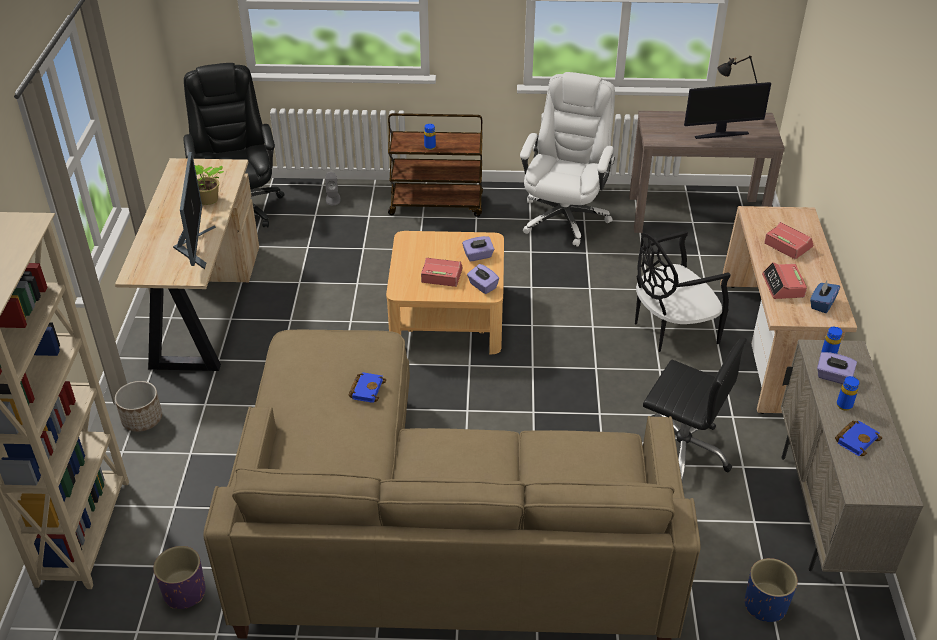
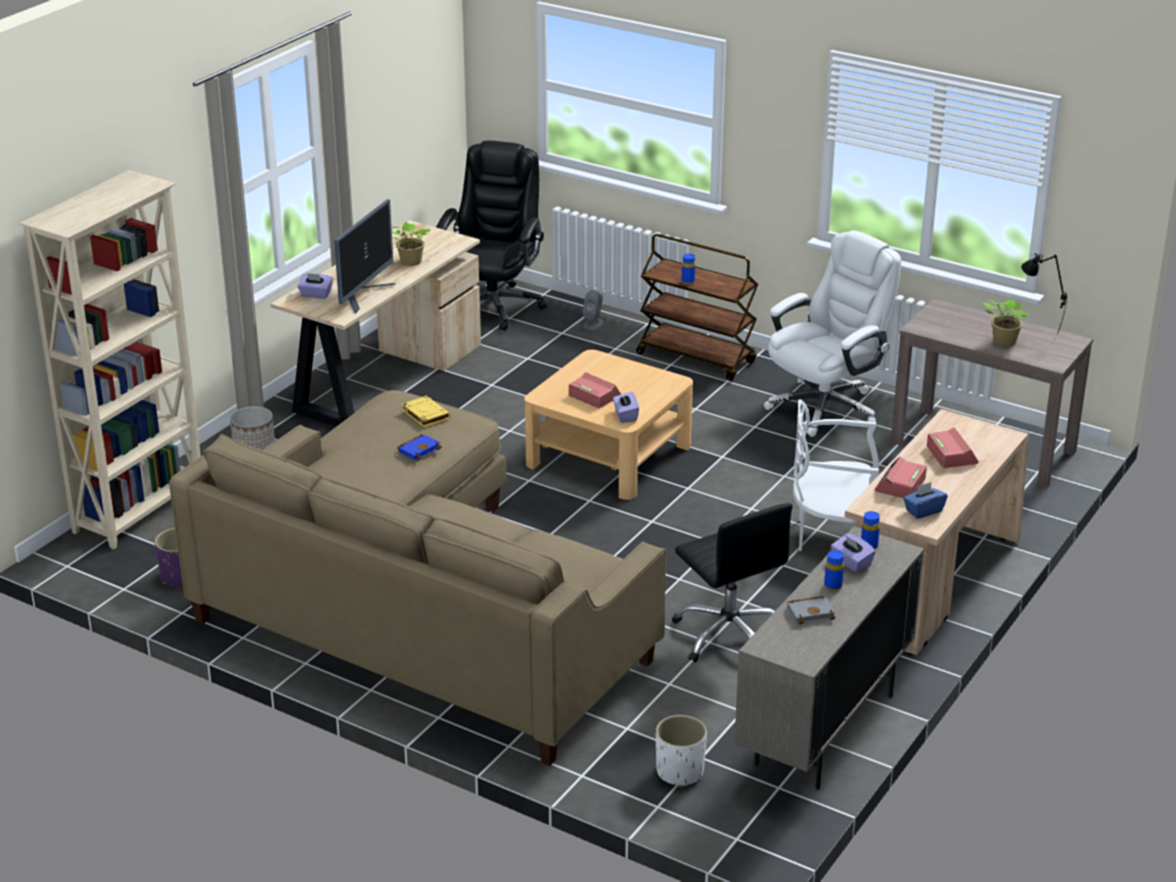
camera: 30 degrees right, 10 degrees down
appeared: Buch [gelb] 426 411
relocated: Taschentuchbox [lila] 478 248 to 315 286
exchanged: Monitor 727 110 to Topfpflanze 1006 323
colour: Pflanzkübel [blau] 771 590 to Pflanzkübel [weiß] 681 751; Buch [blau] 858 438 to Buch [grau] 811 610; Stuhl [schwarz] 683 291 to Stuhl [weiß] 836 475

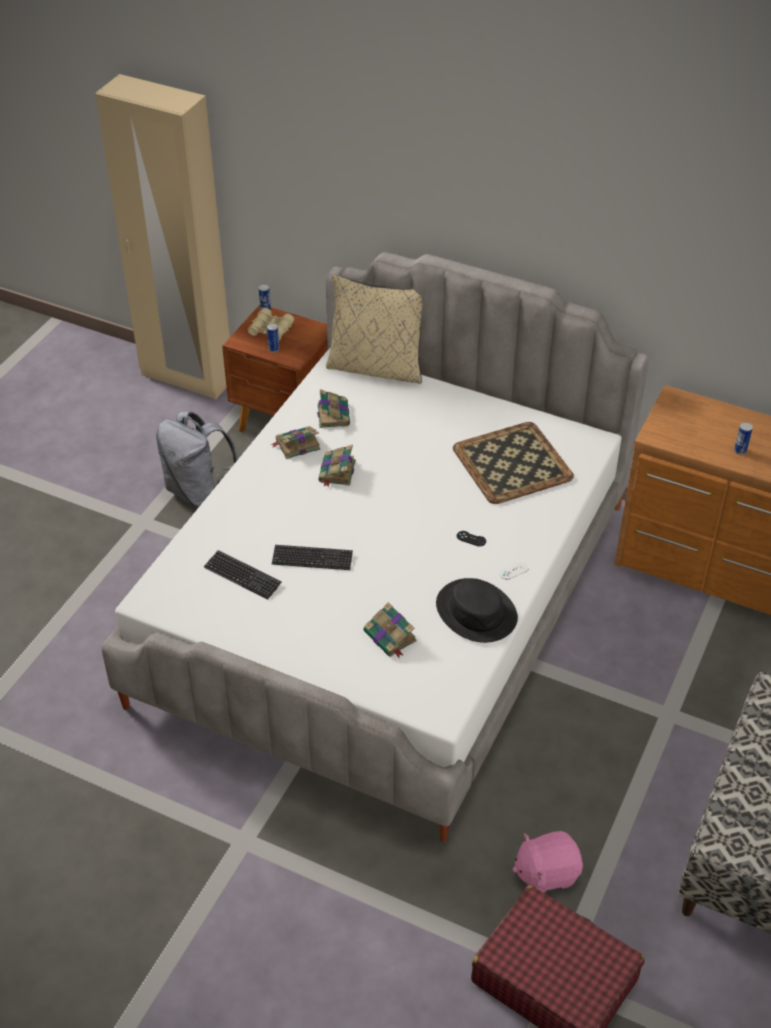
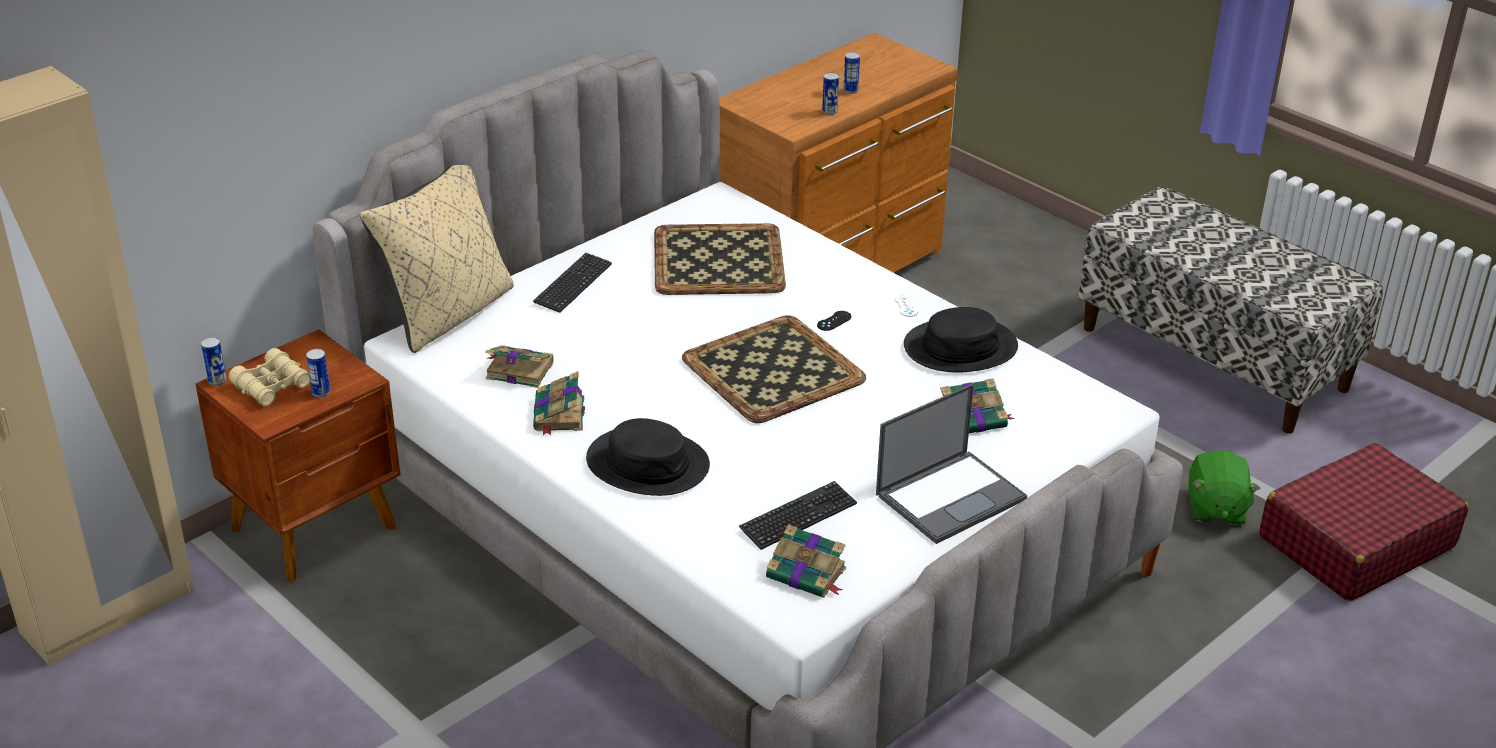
camera: 70 degrees left, 10 degrees down
missing: Rucksack [grau] 197 459
appeared: Hut [schwarz] 648 457; Tablett 774 369; Dose 830 94; Laptop 951 464
relocated: Tastatur 312 557 to 572 283; Buch 337 466 to 806 561
colour: Plüschtier [rosa] 547 862 to Plüschtier [grün] 1224 488

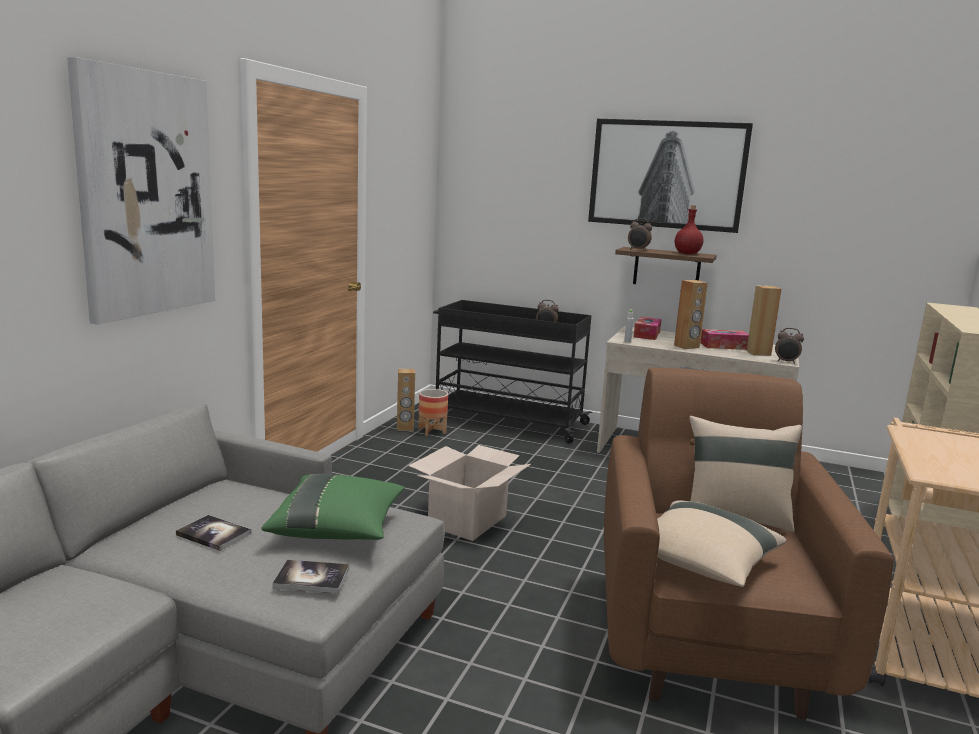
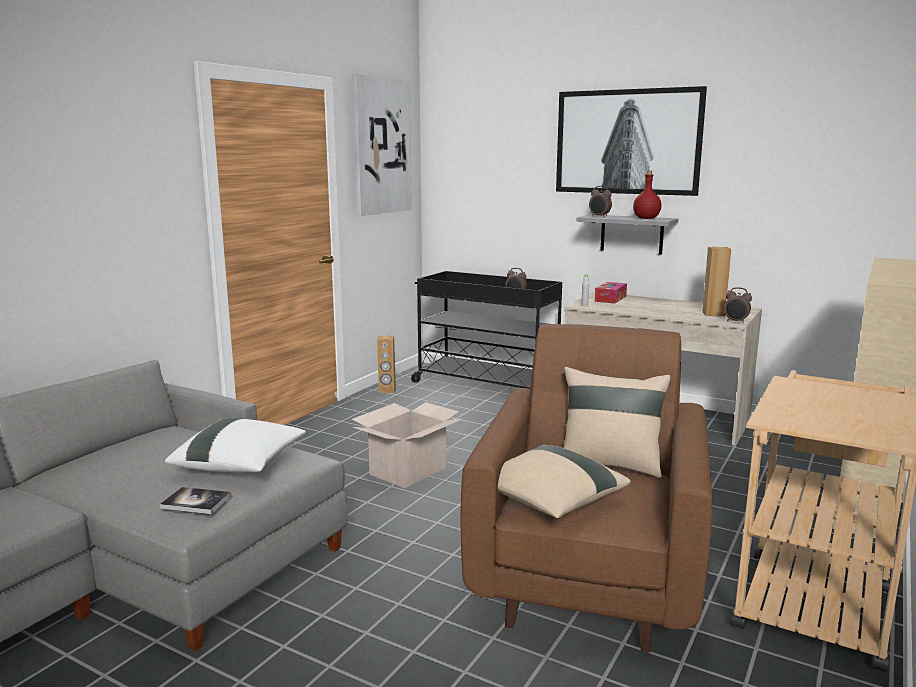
camera: 10 degrees right, 0 degrees up
missing: Buch 213 533; Pflanzkübel 433 412; Lautsprecher [braun] 691 314; Taschentuchbox 724 339
relocated: Bild 141 190 to 382 145
colour: Kissen [grün] 333 507 to Kissen [weiß] 235 445; Wandregal [braun] 666 265 to Wandregal [grau] 627 234

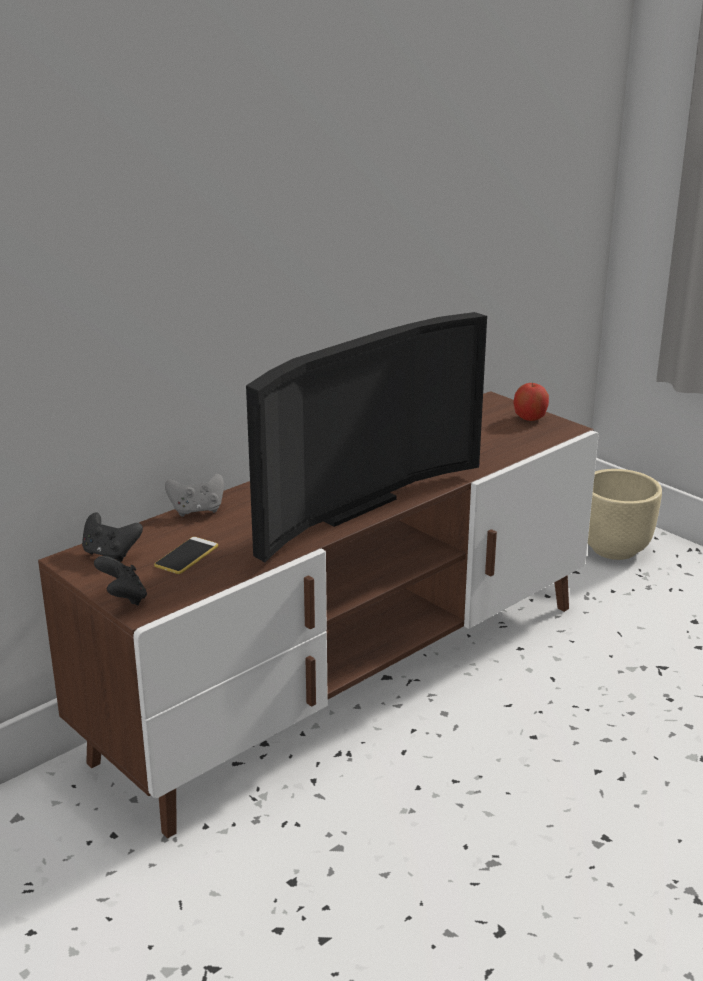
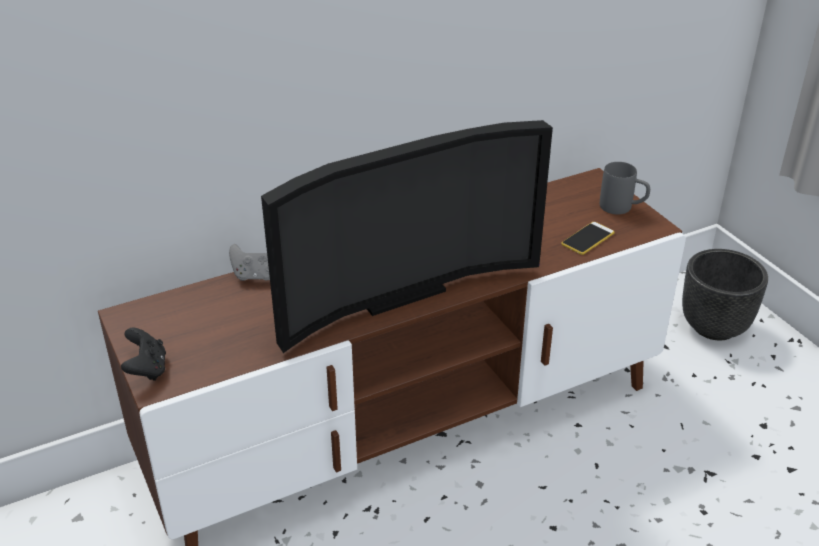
camera: 15 degrees right, 10 degrees up
missing: Gamepad [schwarz] 112 537
relocated: Handy 186 555 to 588 238
exchanged: Apfel 531 401 to Henkelbecher [grau] 625 188
colour: Pflanzkübel [beige] 625 514 to Pflanzkübel [schwarz] 725 294

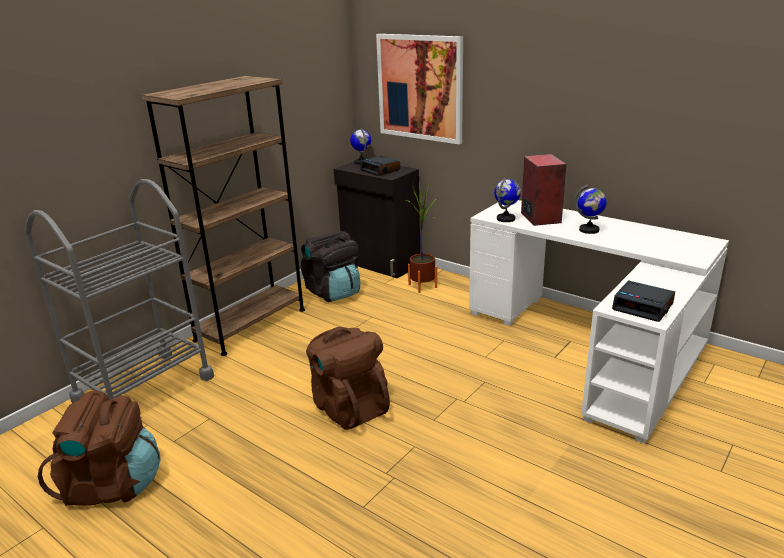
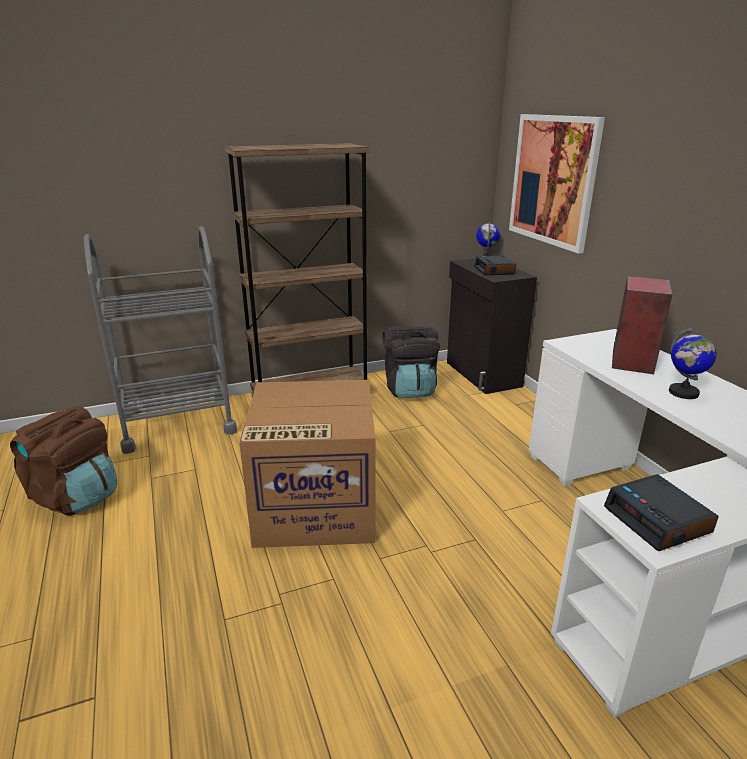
camera: 30 degrees right, 0 degrees up
missing: Topfpflanze 421 237; Globus 507 200
exchanged: Rucksack [braun] 348 378 to Karton 307 464

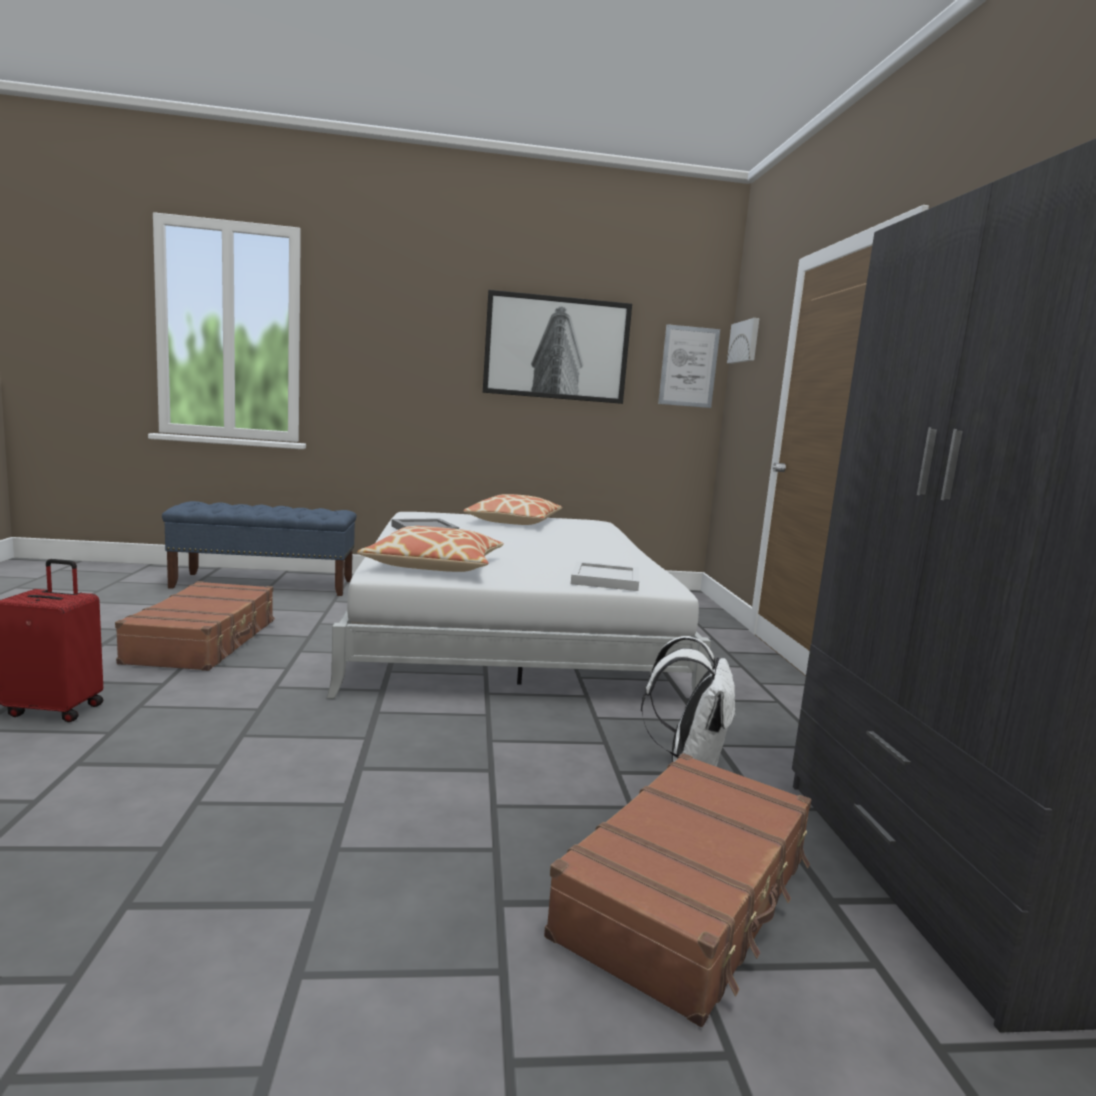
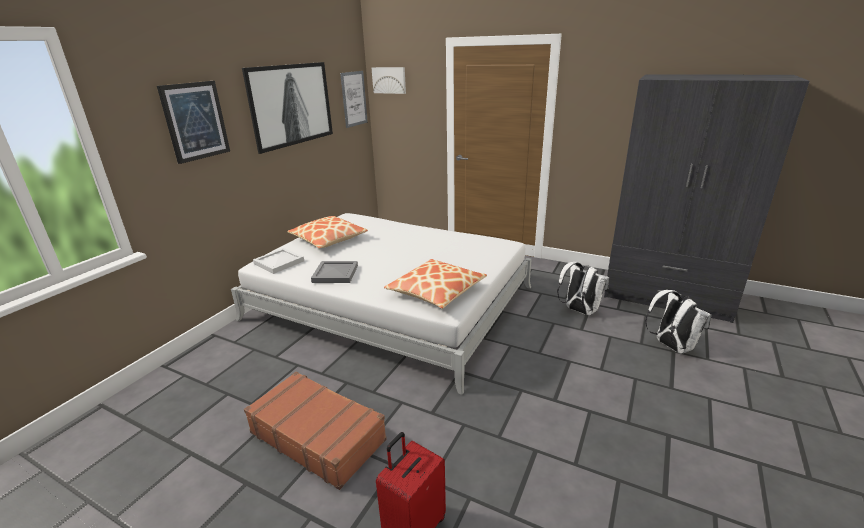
camera: 55 degrees left, 15 degrees up
missing: Bank [blau] 259 548
appeared: Bild 193 122
relocated: Tablett [weiß] 605 576 to 278 261
exchanged: Koffer [braun] 677 890 to Rucksack [weiß] 678 322

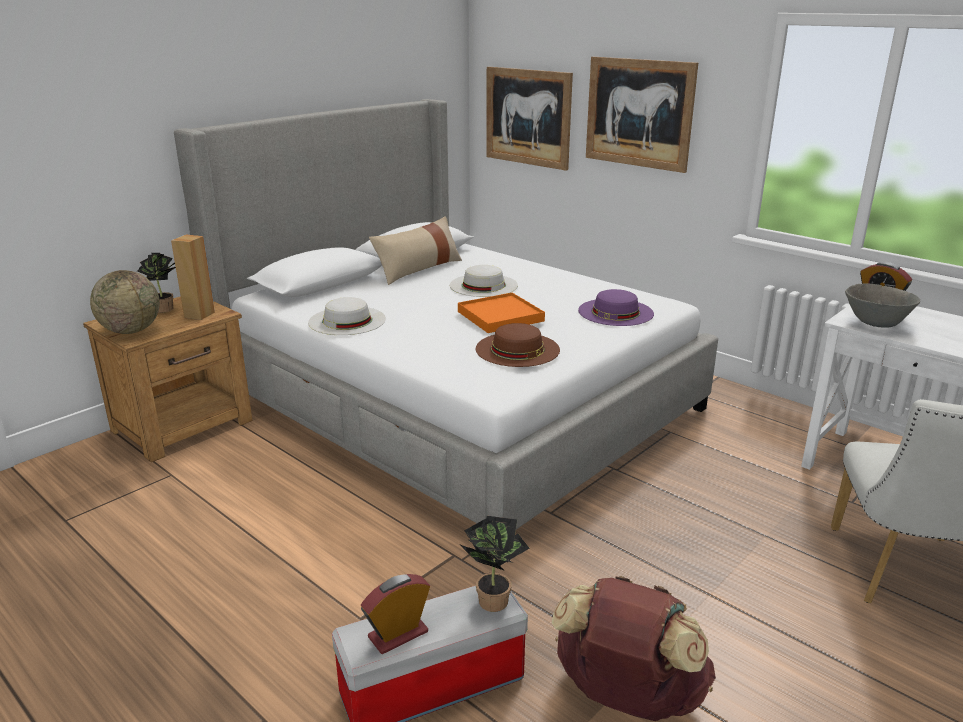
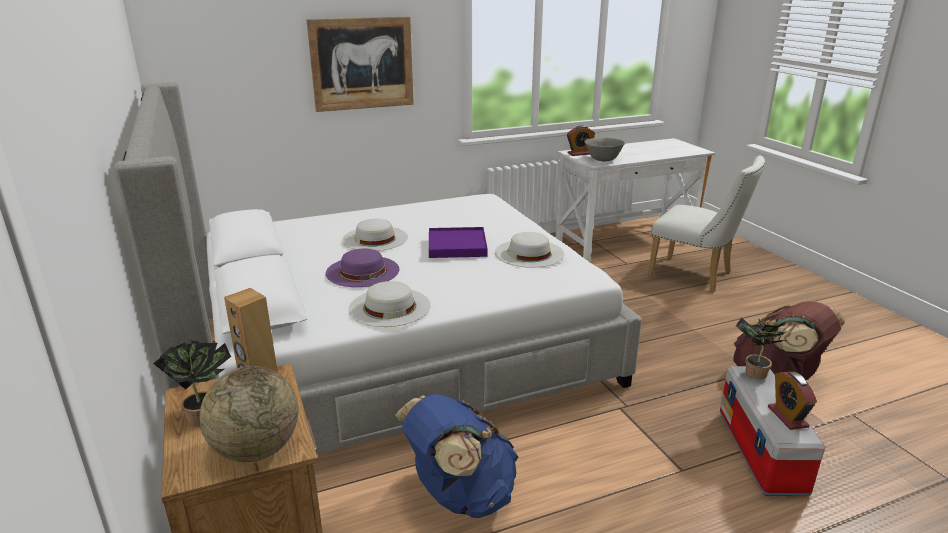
camera: 65 degrees left, 0 degrees up
missing: Kissen [beige] 415 250; Bild 529 118
appeared: Rucksack [blau] 457 456
relocated: Hut [lila] 616 307 to 363 268
colour: Tablett [orange] 501 313 to Tablett [lila] 458 242; Hut [braun] 518 345 to Hut [weiß] 529 250

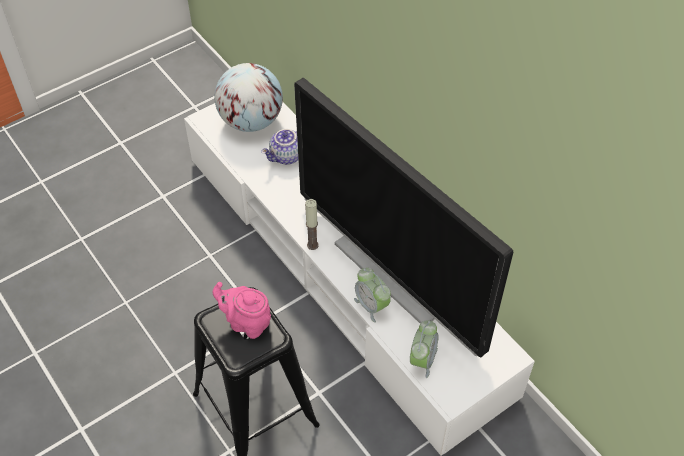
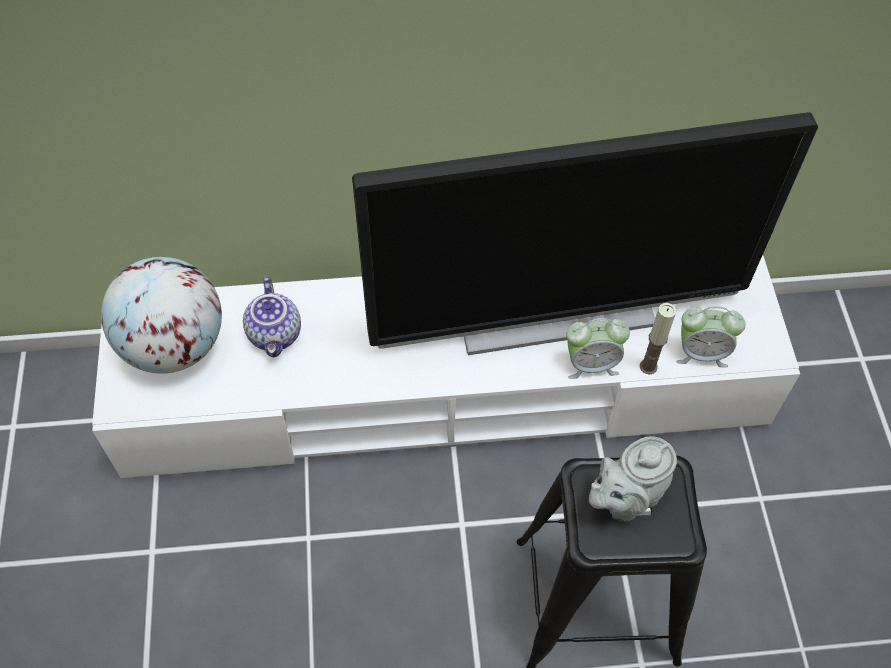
camera: 60 degrees left, 5 degrees up
relocated: Kerze 312 224 to 658 339
colour: Teekanne [rosa] 242 310 to Teekanne [grau] 633 479
spun: Wecker 424 349 = 711 336 135 degrees clockwise

